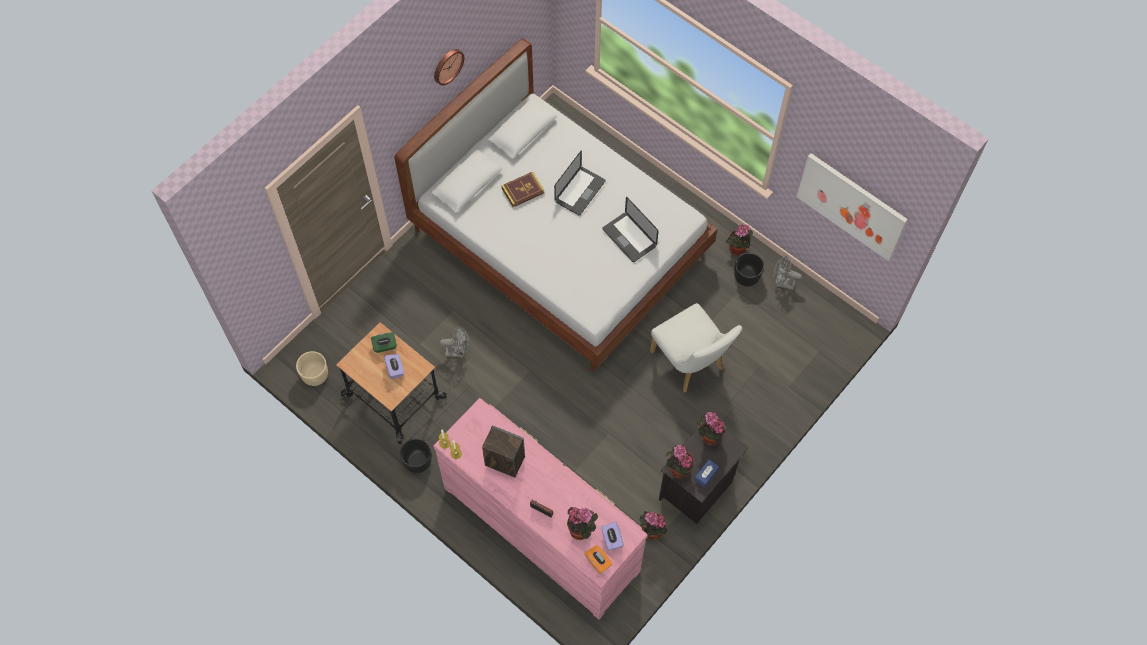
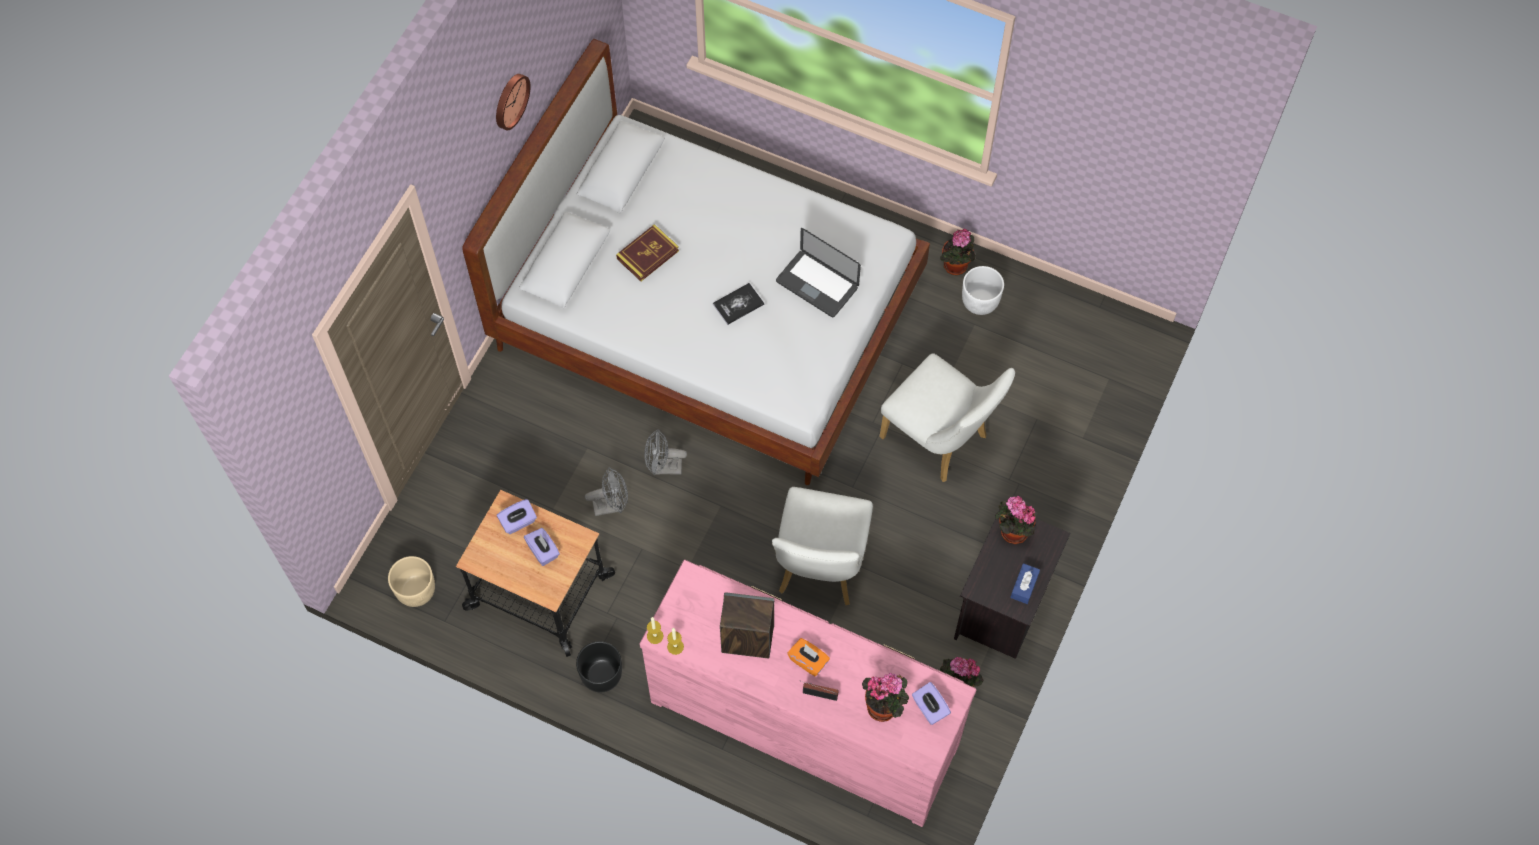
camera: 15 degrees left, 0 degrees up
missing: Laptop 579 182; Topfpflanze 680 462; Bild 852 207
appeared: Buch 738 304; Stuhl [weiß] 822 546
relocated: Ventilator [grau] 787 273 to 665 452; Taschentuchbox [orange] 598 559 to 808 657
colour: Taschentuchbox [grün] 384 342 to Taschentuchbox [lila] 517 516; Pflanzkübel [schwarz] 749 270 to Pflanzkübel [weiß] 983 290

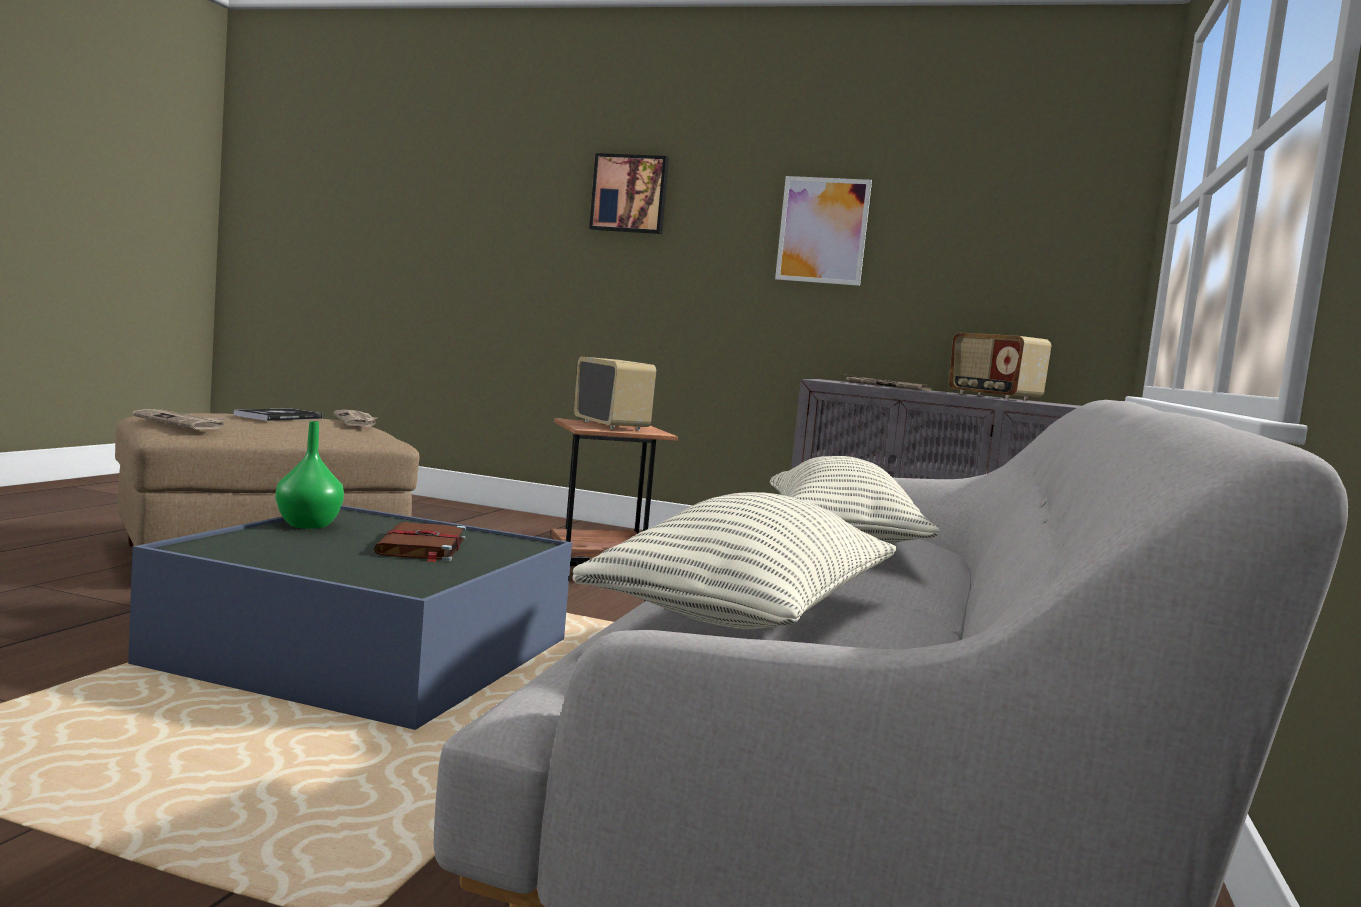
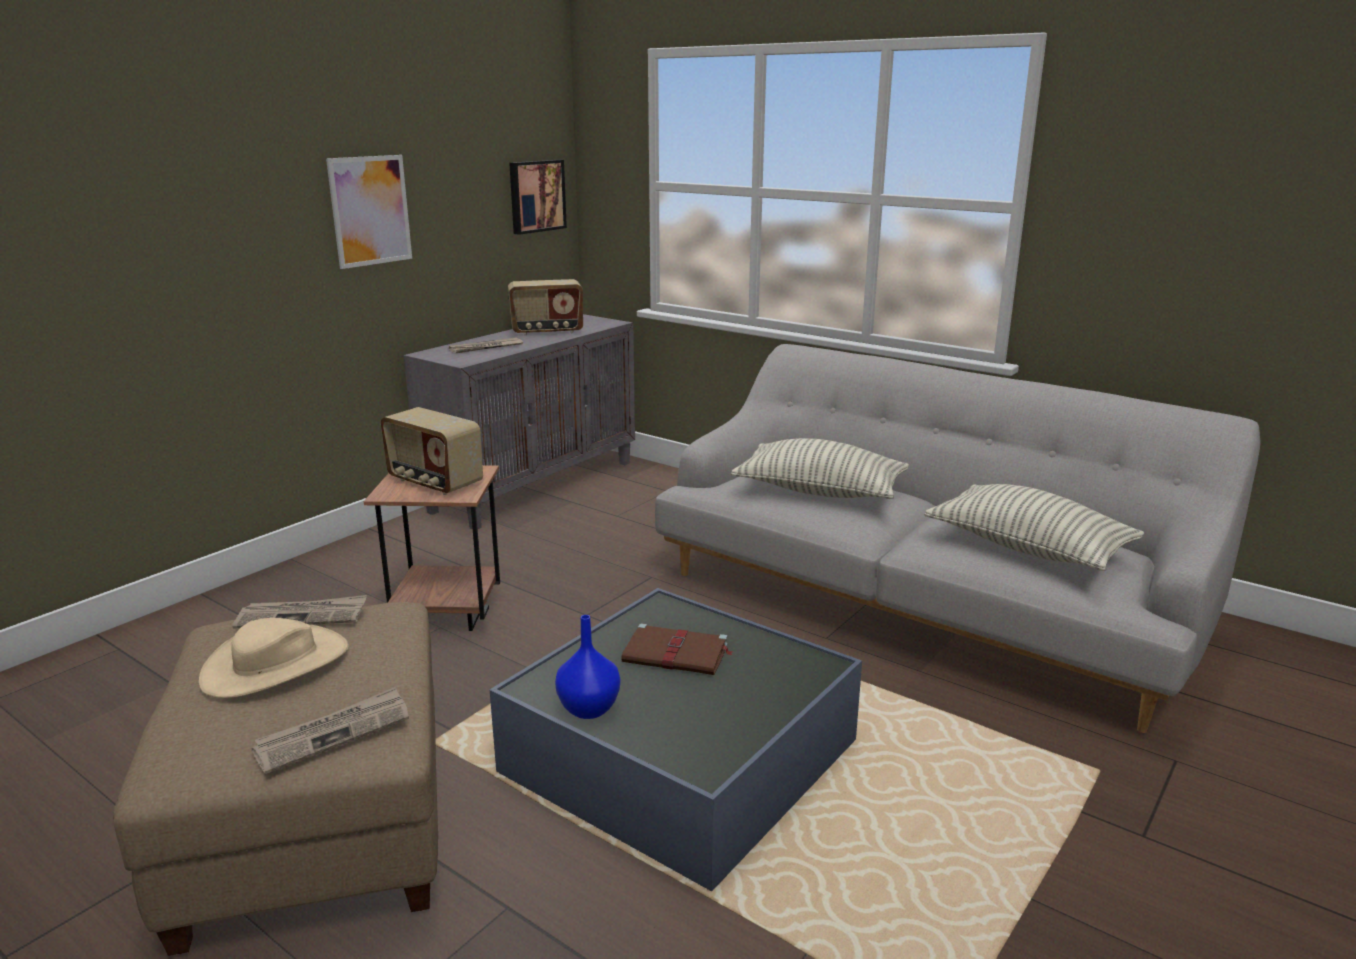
camera: 70 degrees left, 15 degrees up
relocated: Bild 629 193 to 538 197
exchanged: Buch 278 414 to Hut [beige] 273 658
colour: Vase [grün] 309 475 to Vase [blau] 587 667
spun: Radio 615 394 = 432 451 135 degrees counterclockwise

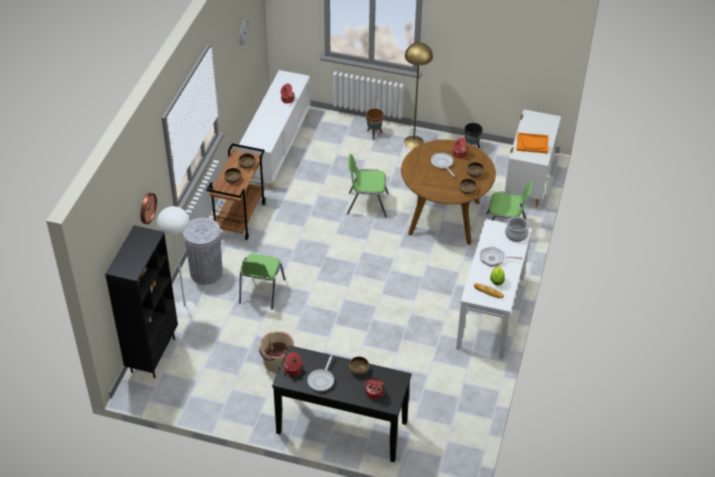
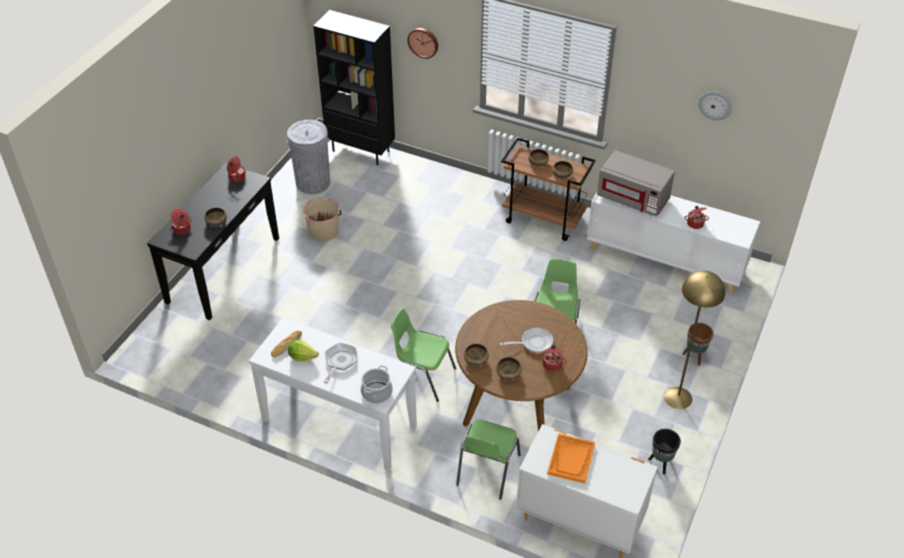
camera: 100 degrees right, 0 degrees up
missing: Stehlampe [weiß] 177 262; Pfanne 320 372
appeared: Mikrowelle [grau] 636 183
relocated: Mülleimer [grau] 203 251 to 308 157; Stuhl [grün] 262 281 to 423 355

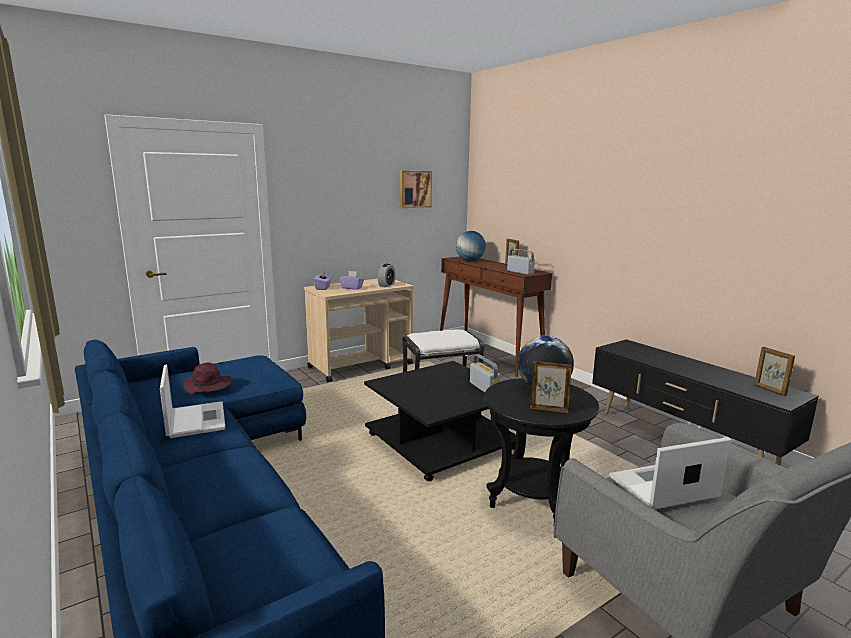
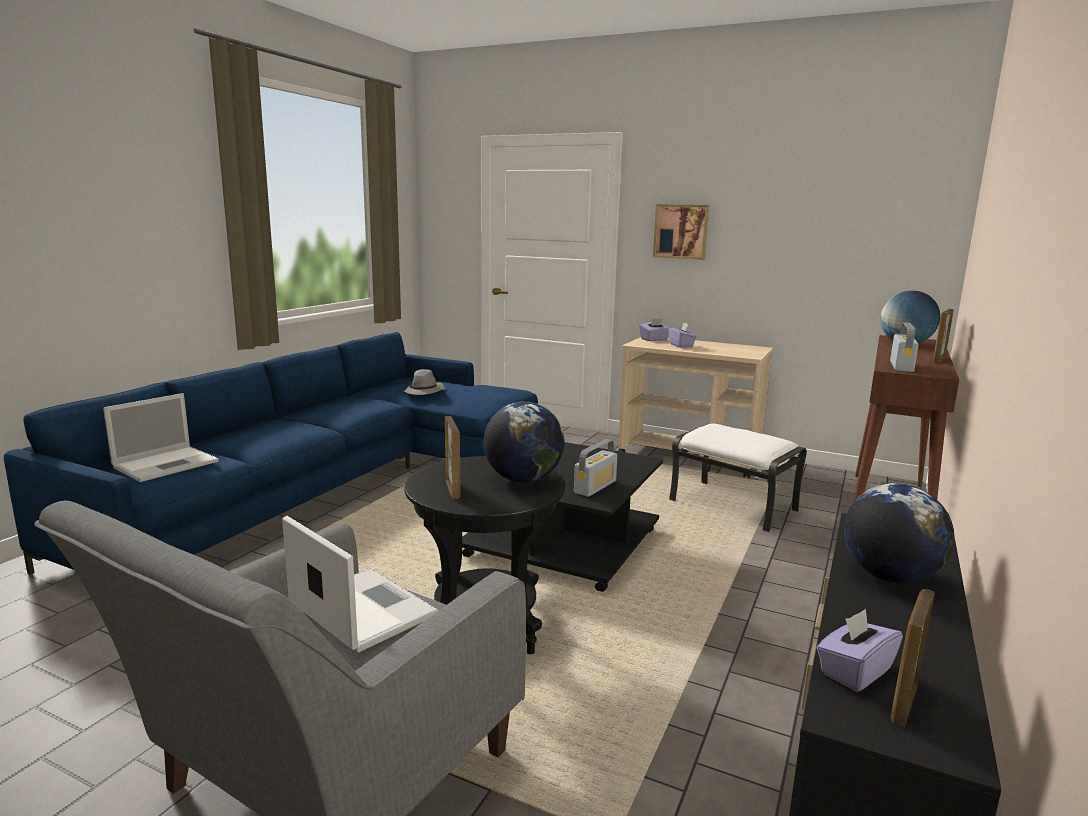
camera: 60 degrees right, 0 degrees up
missing: Wecker 387 275
appeared: Taschentuchbox [lila] 860 650; Globus 899 533
relocated: Laptop 192 401 to 161 437; Bild 416 189 to 681 232
colour: Hut [lila] 207 378 to Hut [grau] 424 382

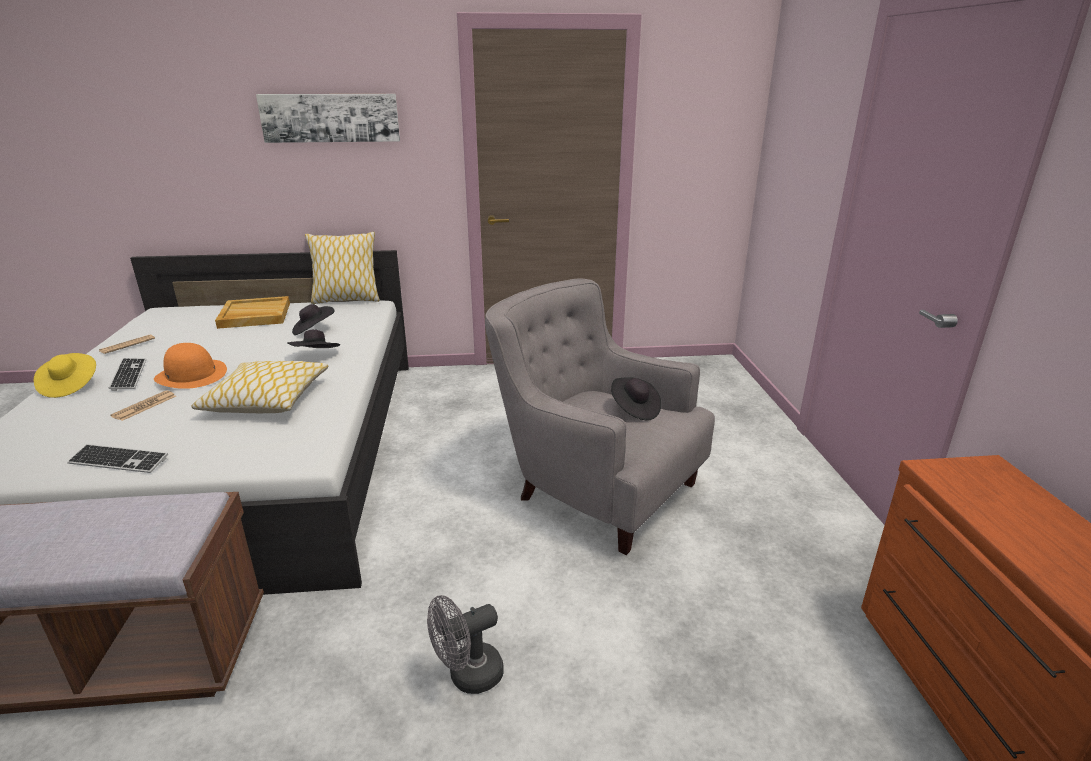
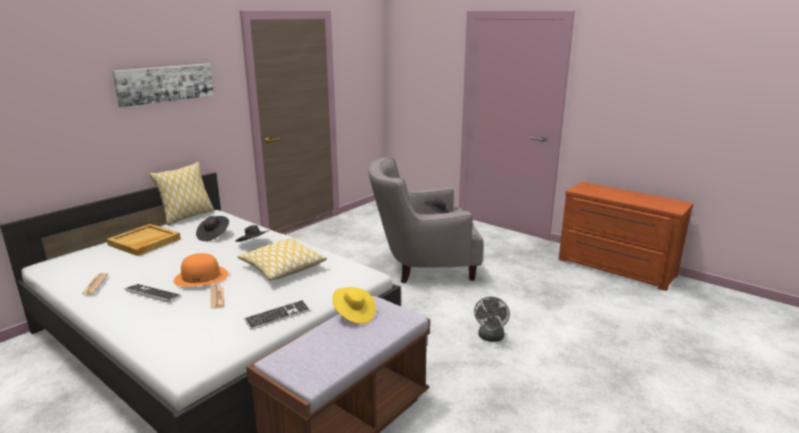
camera: 45 degrees left, 5 degrees down
relocated: Hut [gelb] 65 375 to 354 305

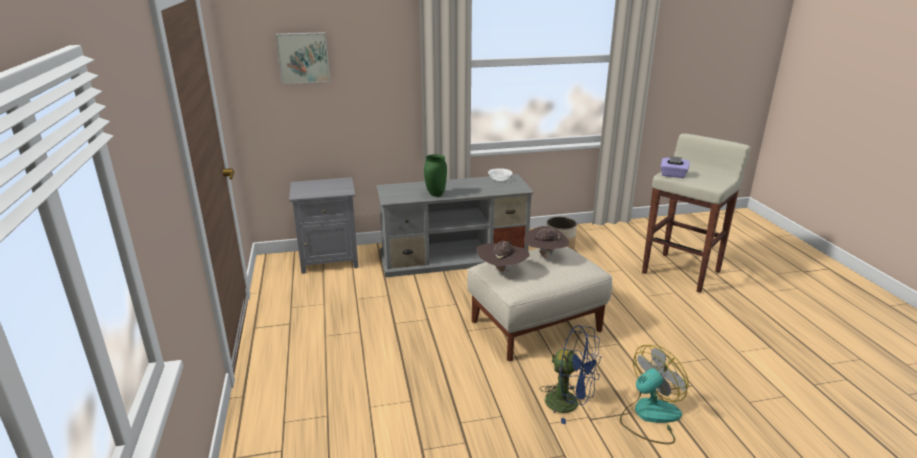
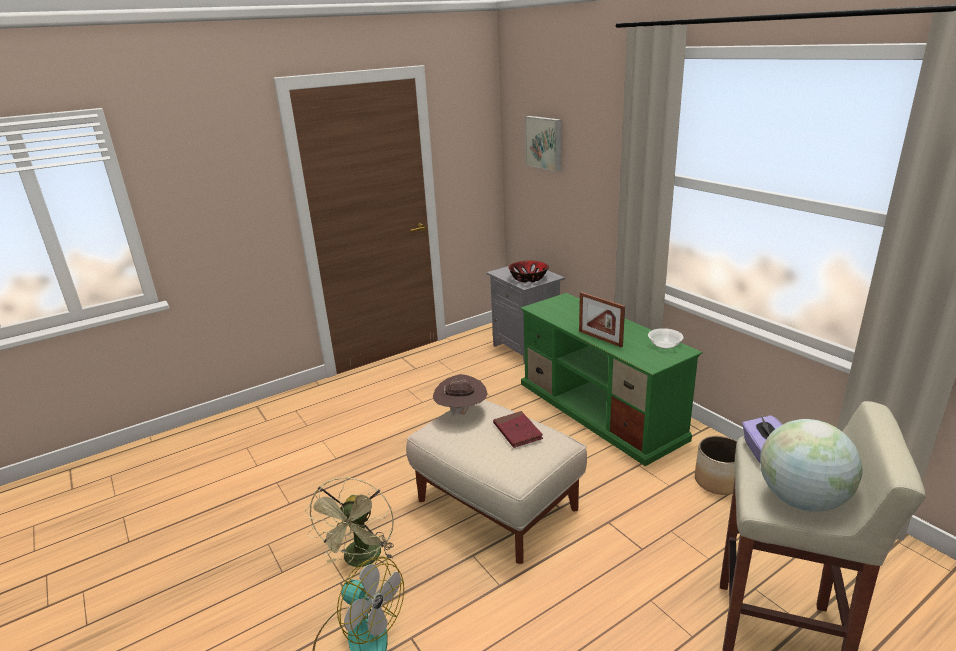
camera: 70 degrees right, 0 degrees up
missing: Vase [grün] 435 175
appeared: Schüssel 528 271; Bilderrahmen 602 320; Globus 811 465
exchanged: Hut [braun] 546 242 to Buch [rot] 518 429
colour: Ventilator [blau] 570 374 to Ventilator [grün] 349 522; Fernsehschrank [grau] 455 226 to Fernsehschrank [grün] 611 379

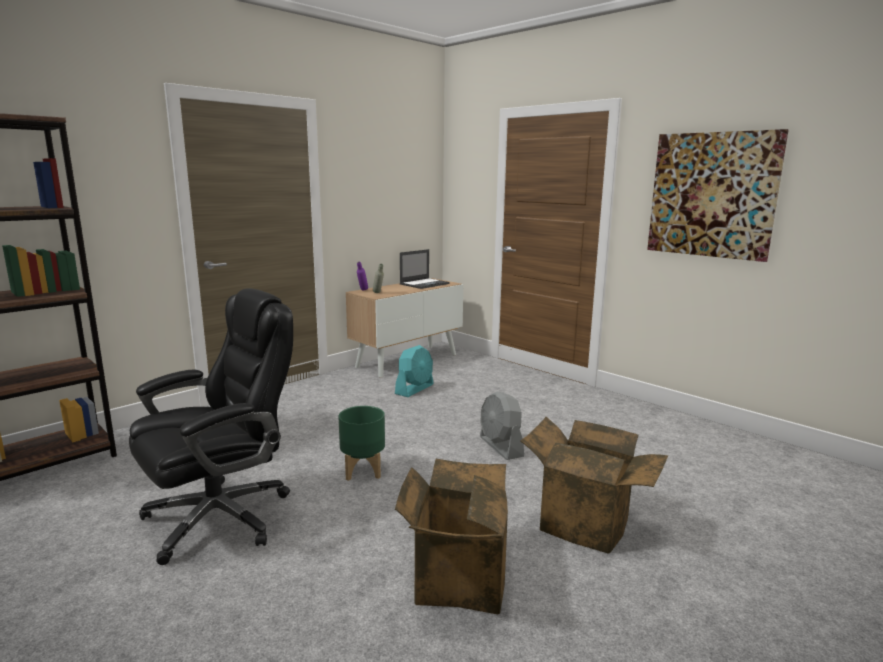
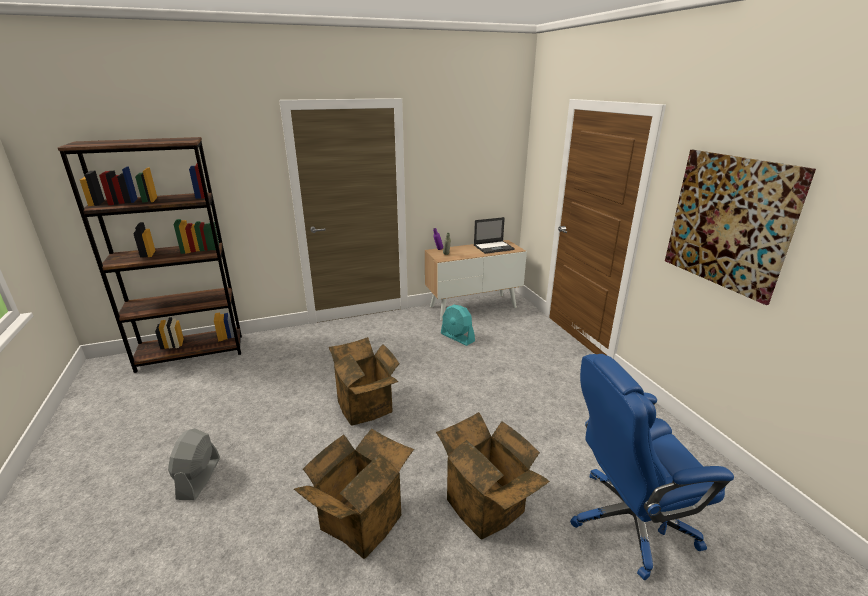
camera: 25 degrees right, 10 degrees up
missing: Bürostuhl [schwarz] 211 426
appeared: Bürostuhl [blau] 652 467
relocated: Ventilator [grau] 502 425 to 194 464
exchanged: Pflanzkübel [grün] 361 443 to Karton 364 381
spun: Ventilator [türkis] 414 371 = 458 325 75 degrees clockwise

